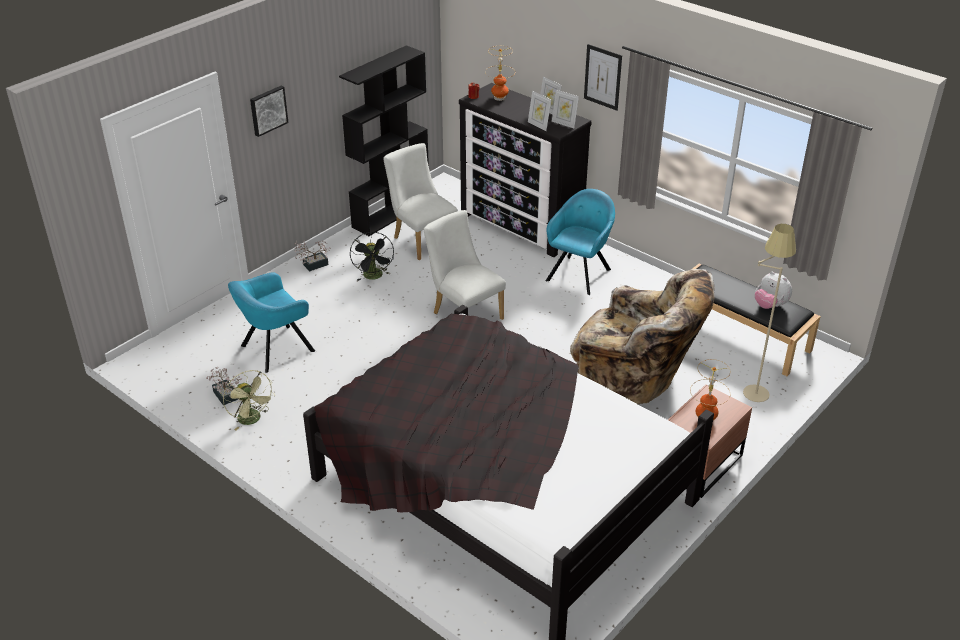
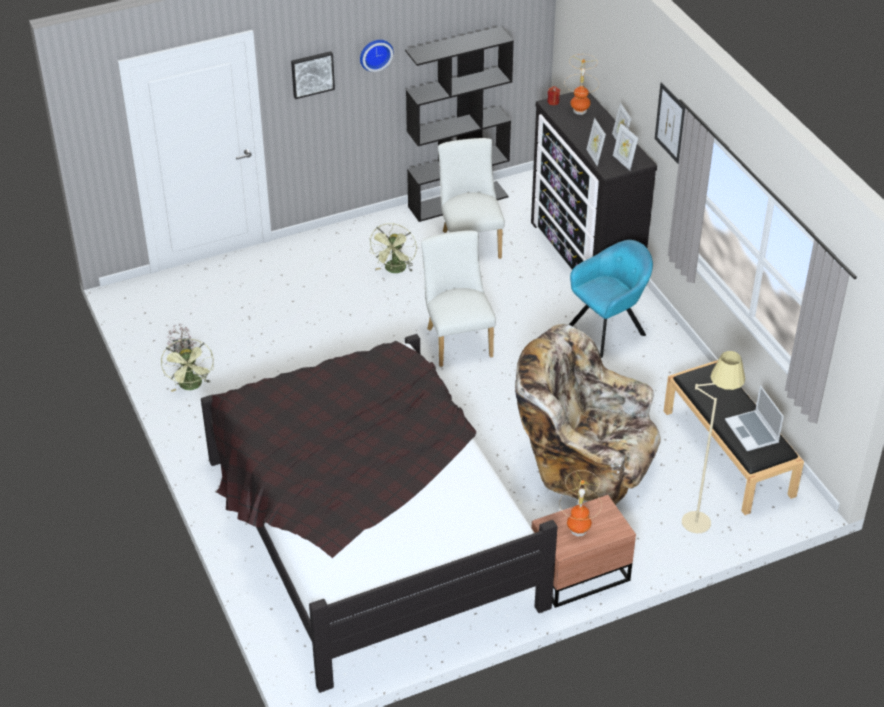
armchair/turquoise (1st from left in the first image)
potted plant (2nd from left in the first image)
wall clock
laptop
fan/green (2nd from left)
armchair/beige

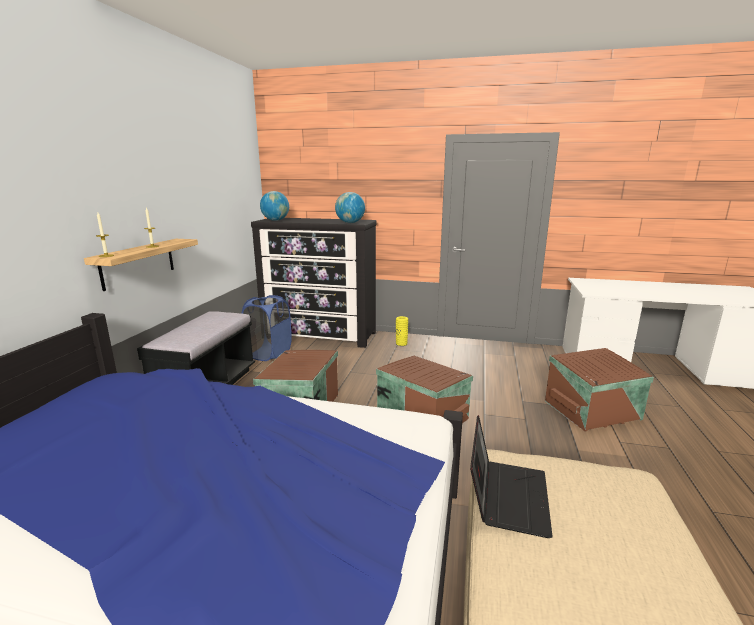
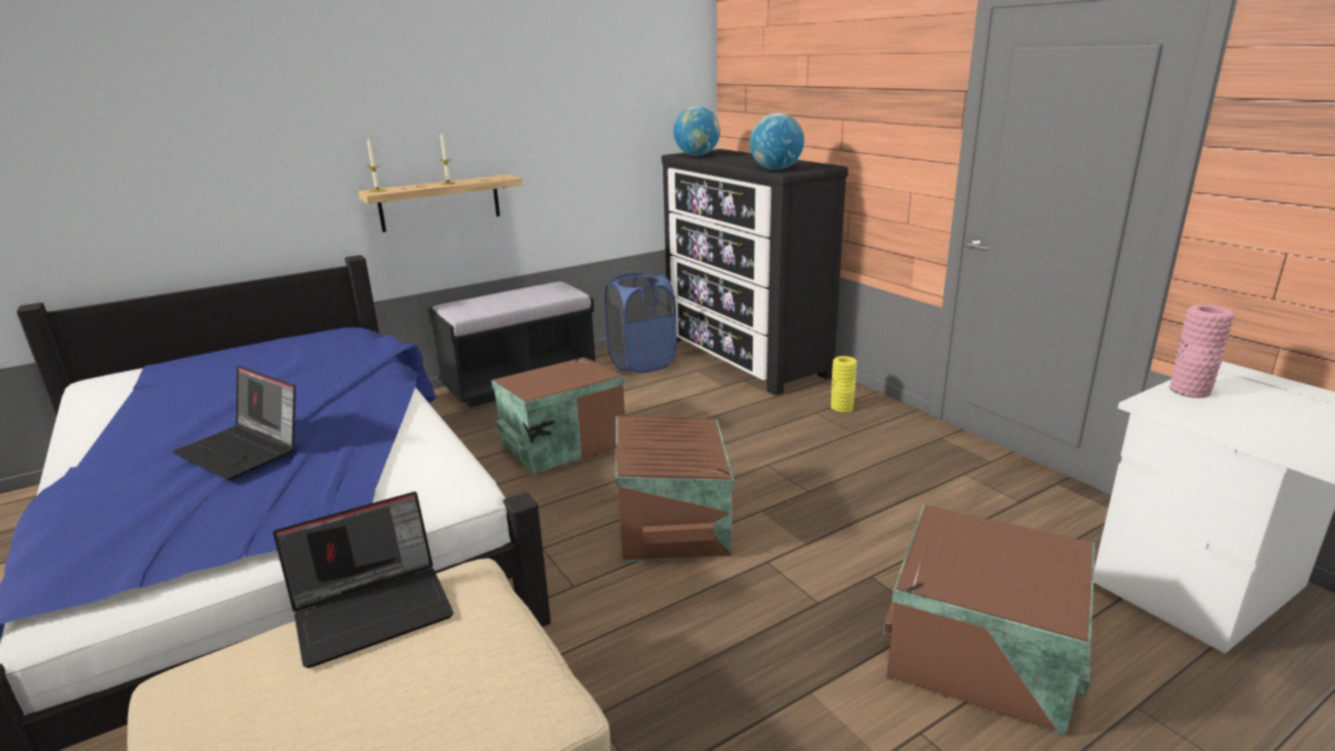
laptop (1st from left)
vase/pink

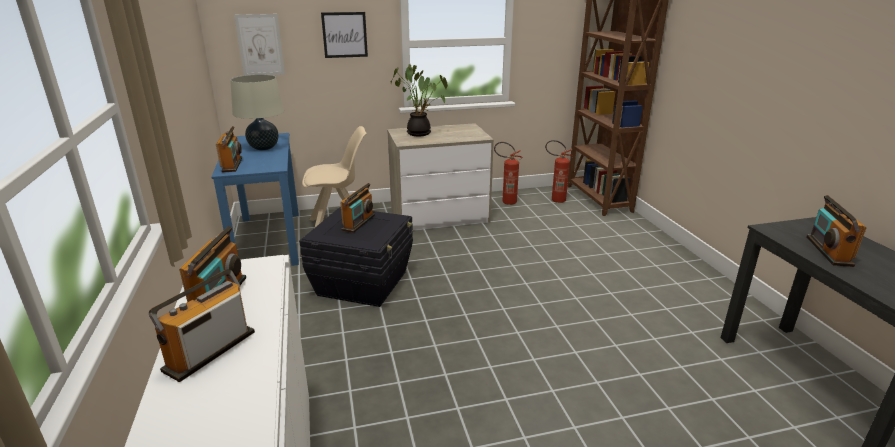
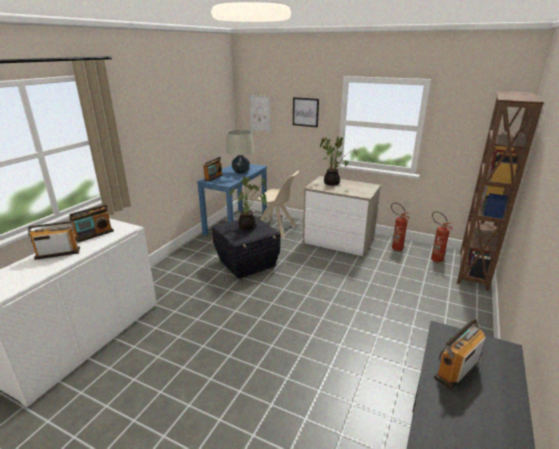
potted plant (1st from left)

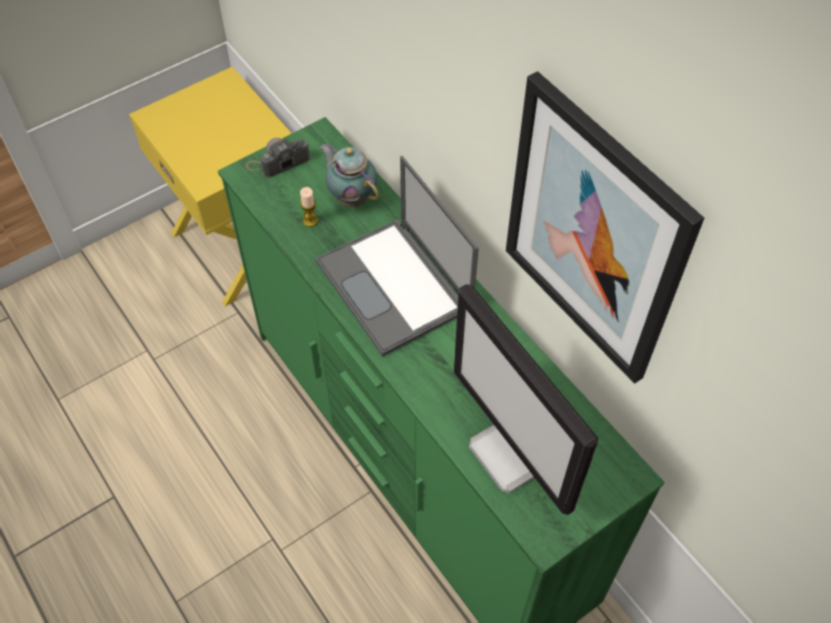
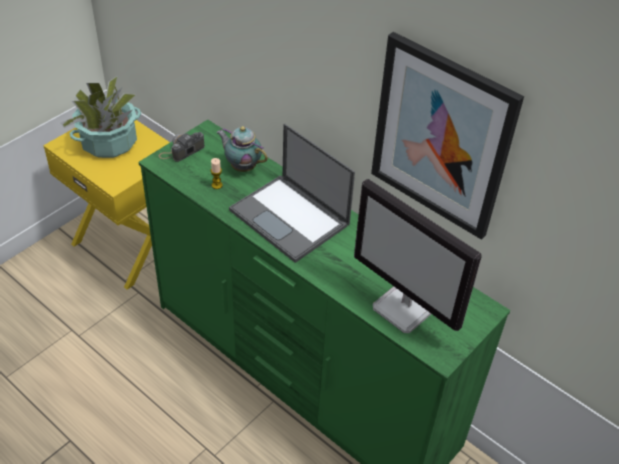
potted plant

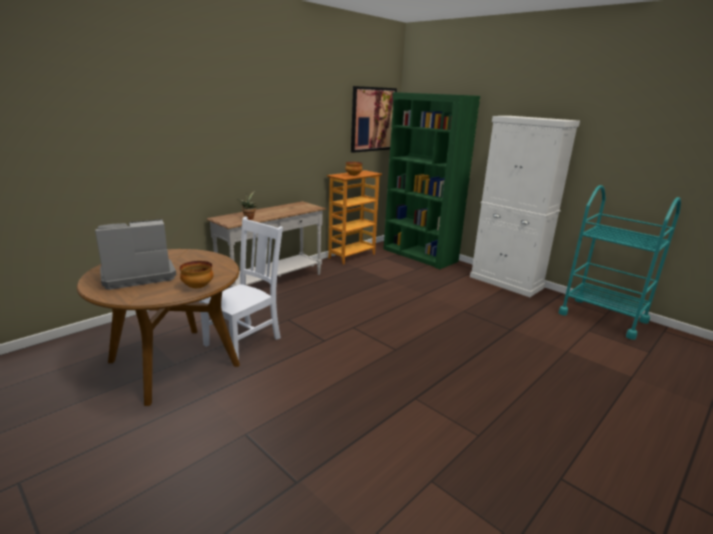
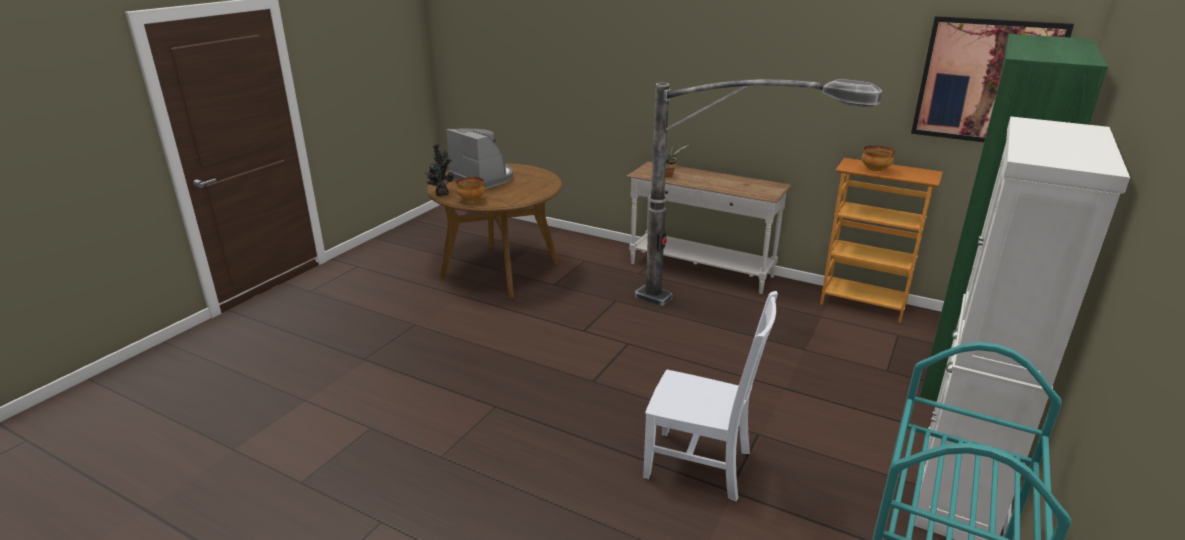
potted plant (1st from left)
floor lamp
chair/white

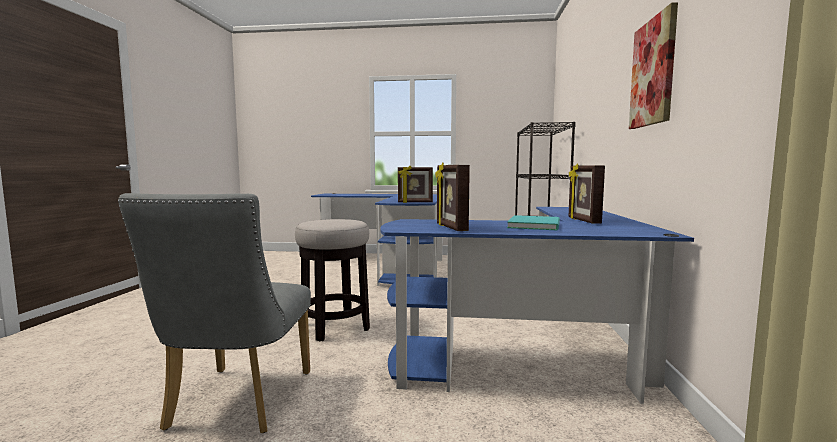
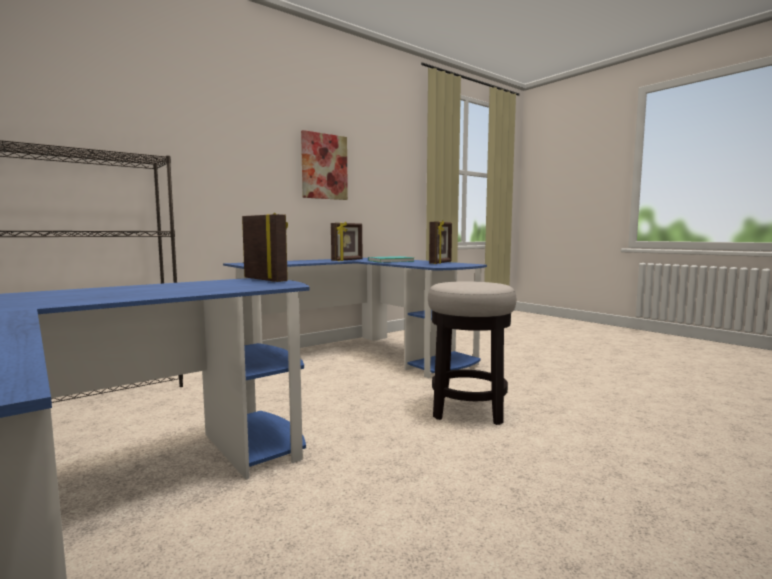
chair/grey

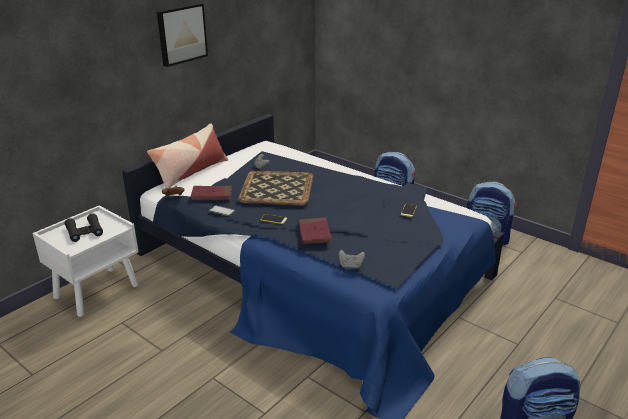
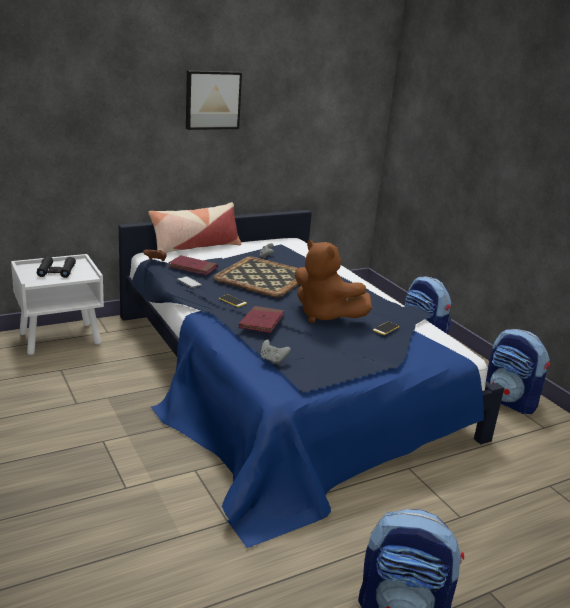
plush toy/brown

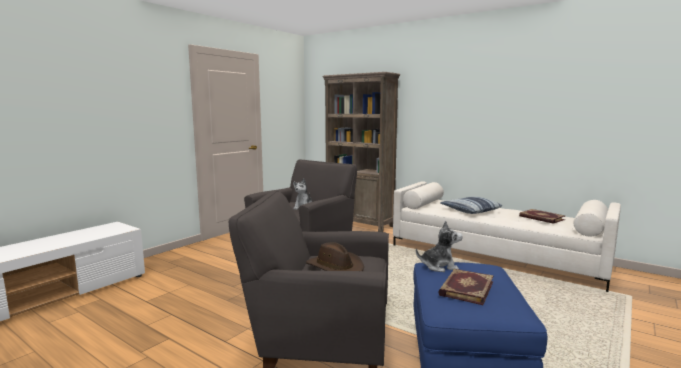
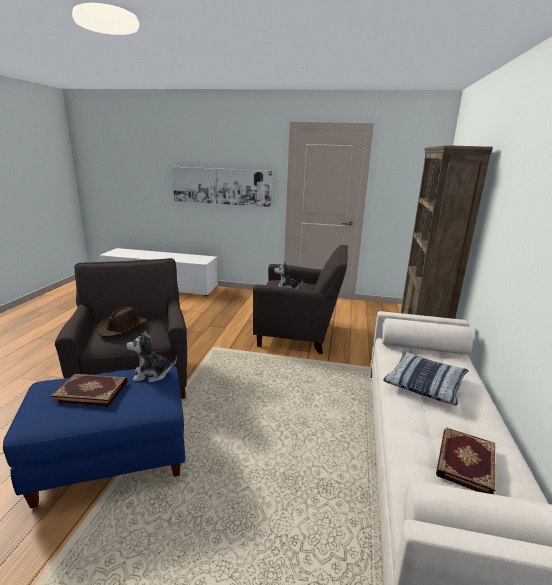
picture
plush toy (1st from left)

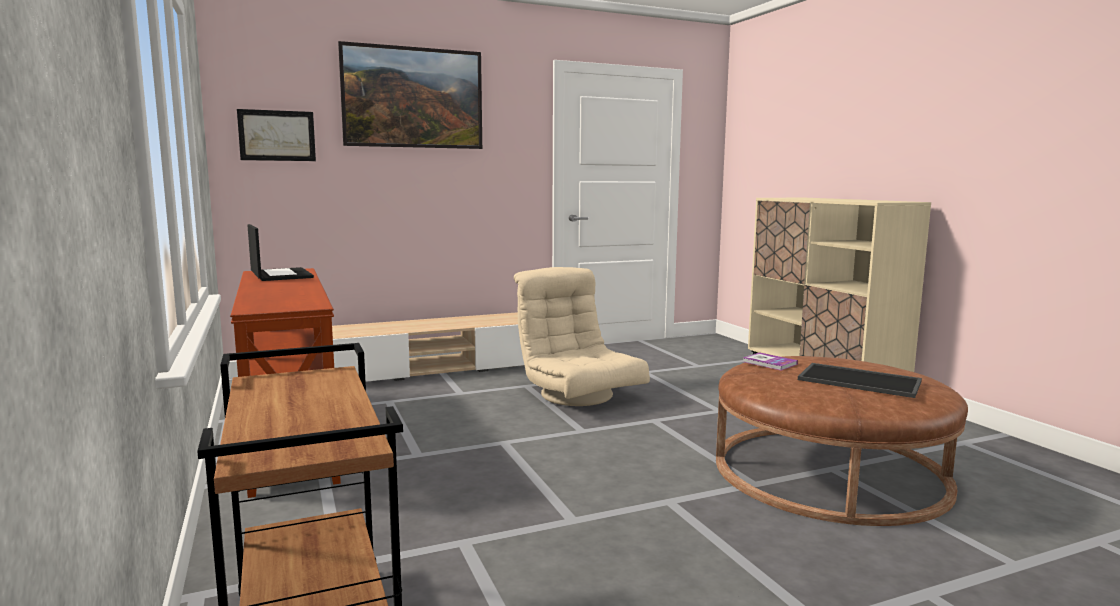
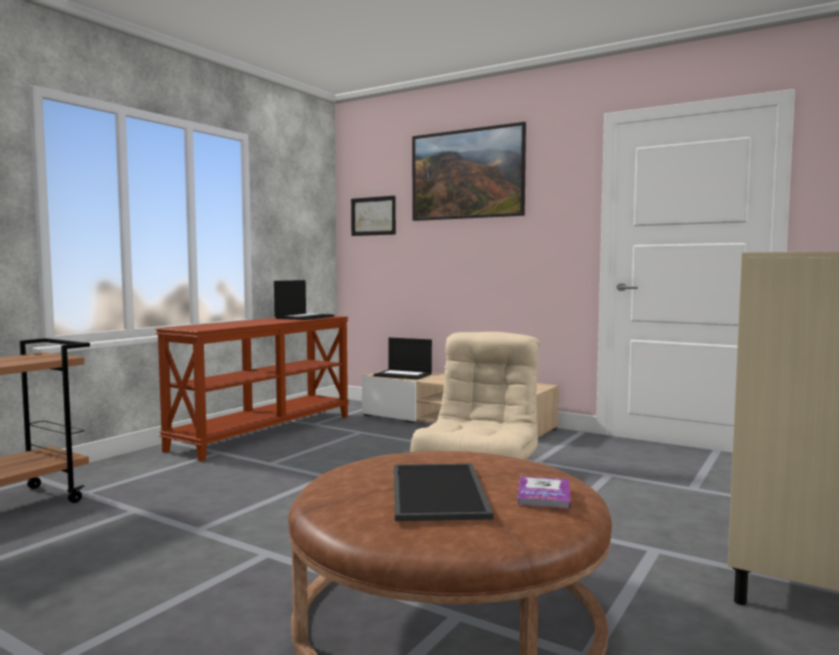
laptop (2nd from left)
book

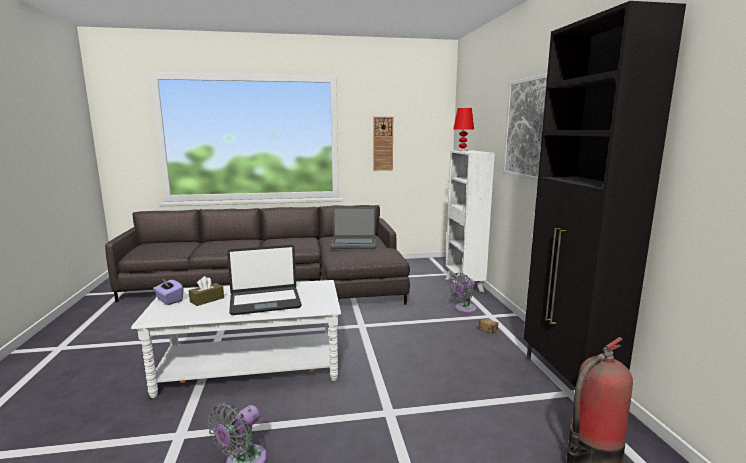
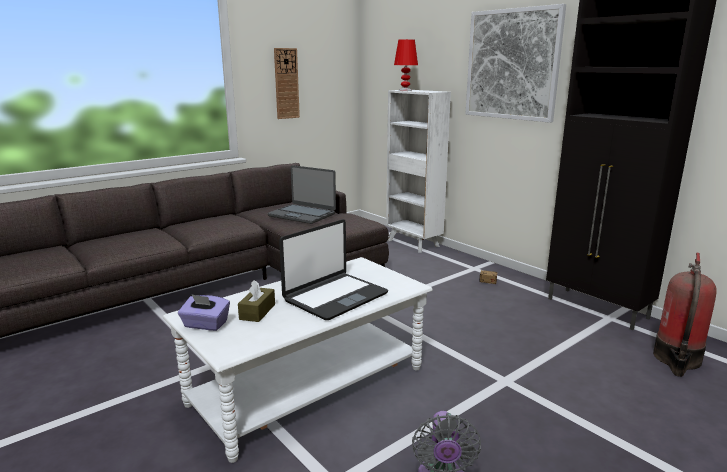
fan/grey (2nd from left in the first image)
laptop (1st from left)

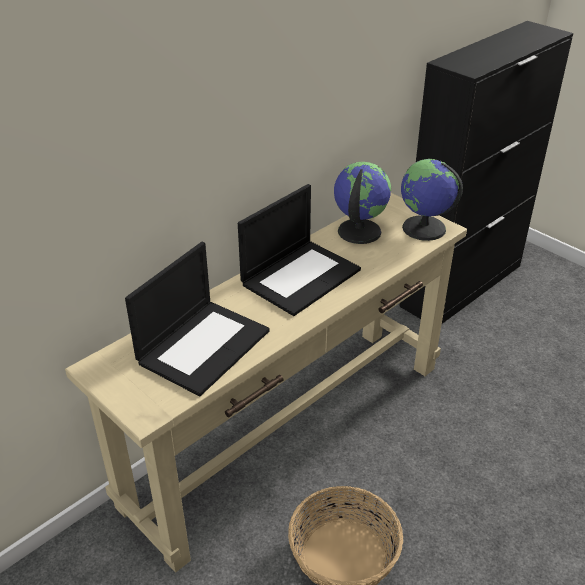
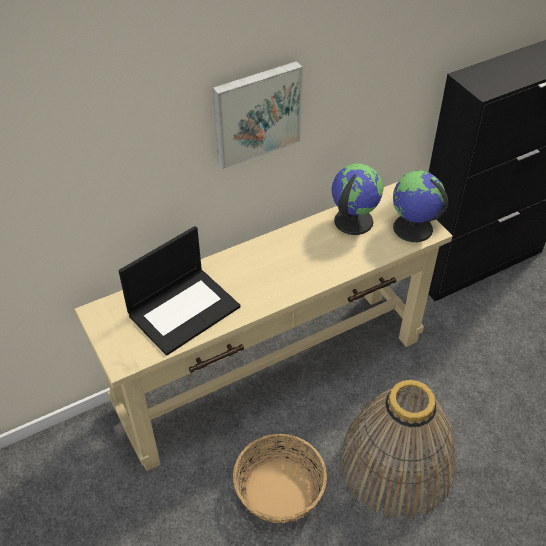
laptop (2nd from left in the first image)
picture
basket (2nd from left)

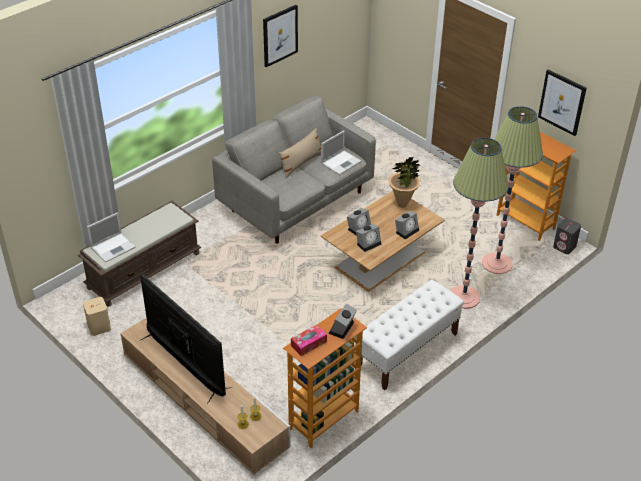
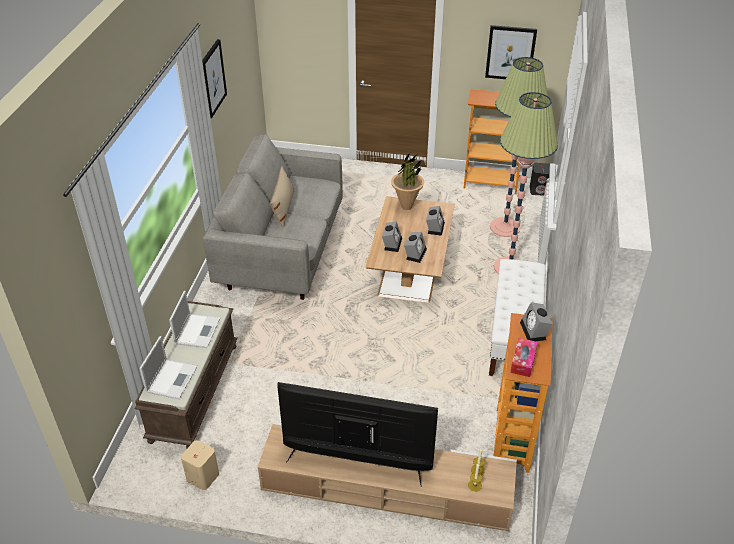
laptop (2nd from left)

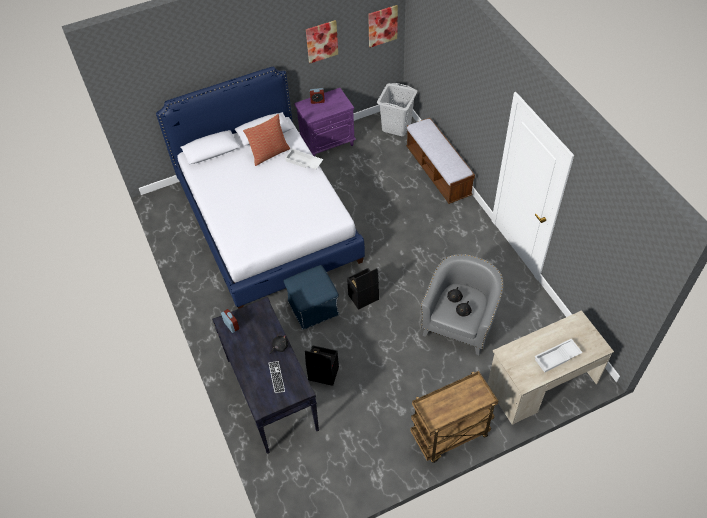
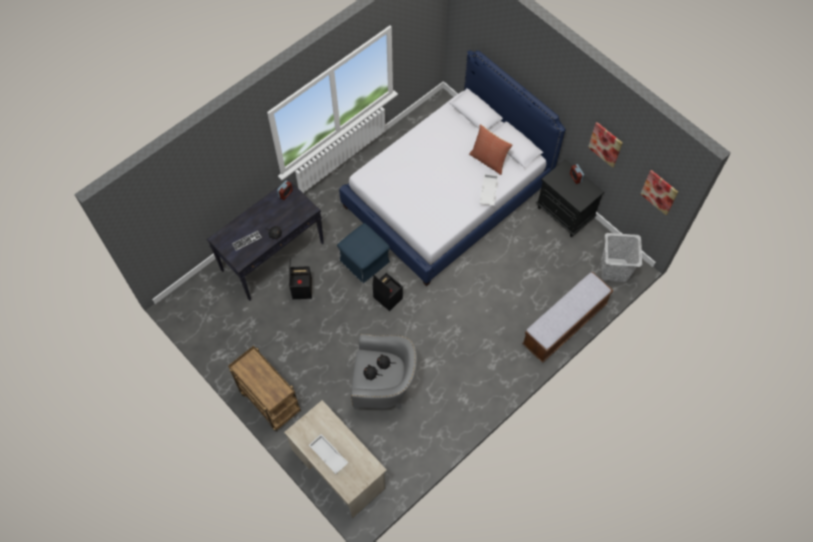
nightstand/black

